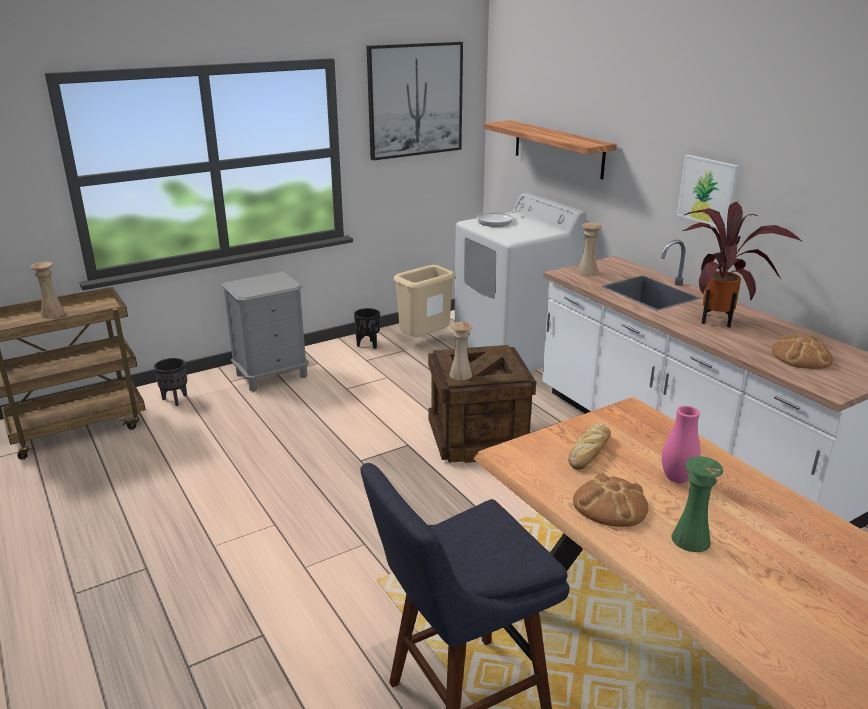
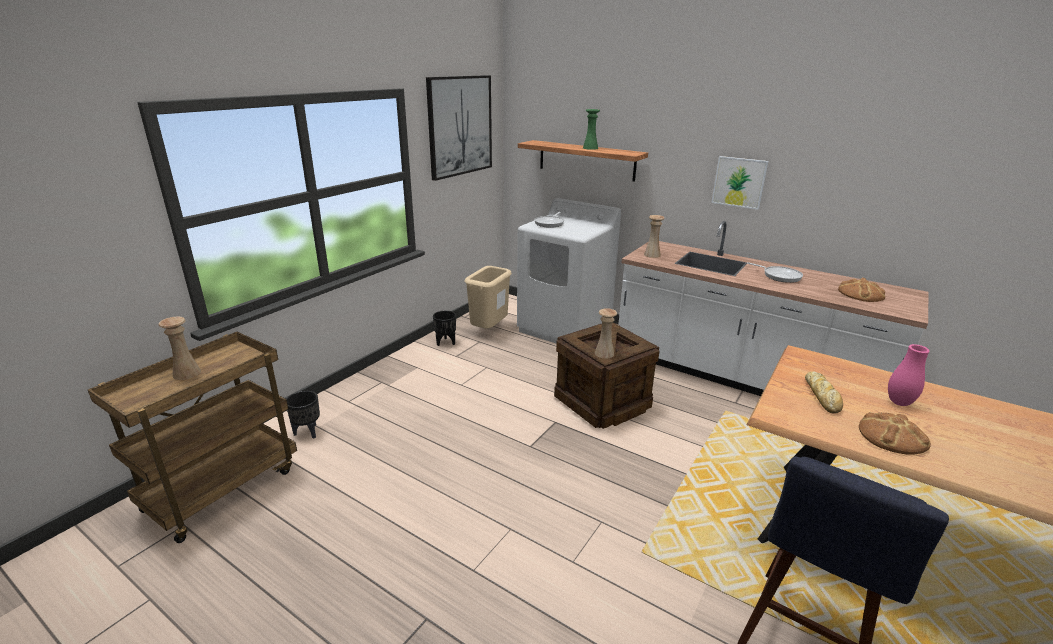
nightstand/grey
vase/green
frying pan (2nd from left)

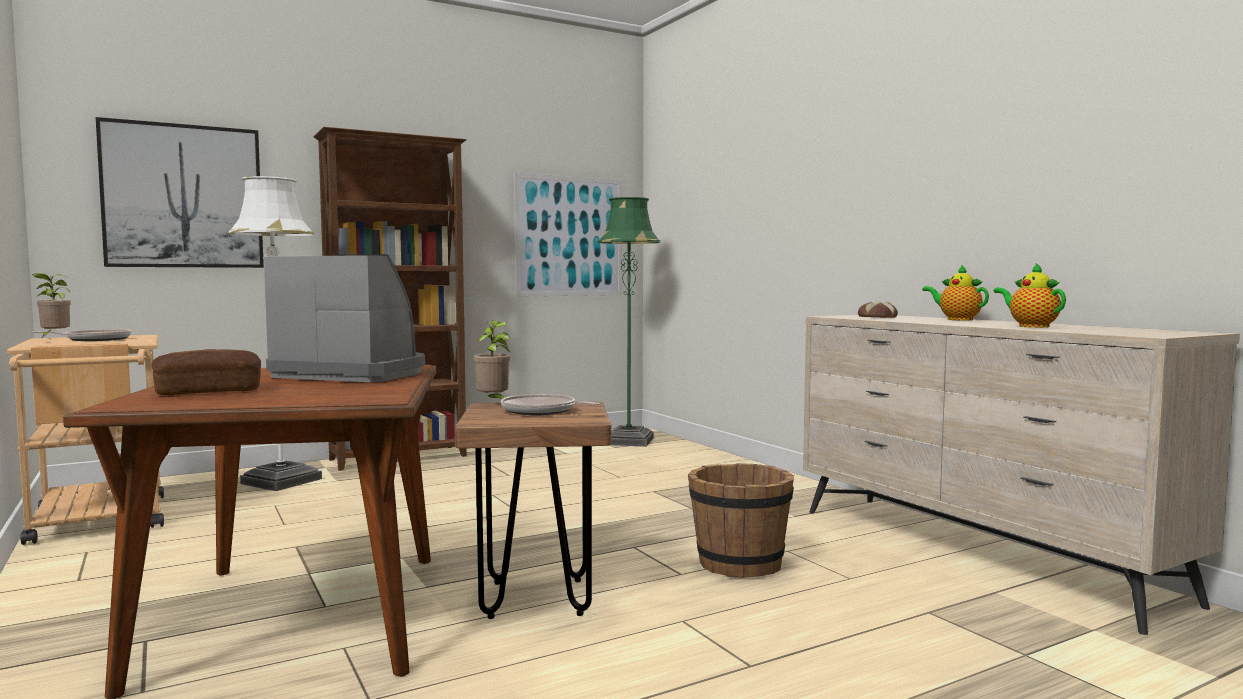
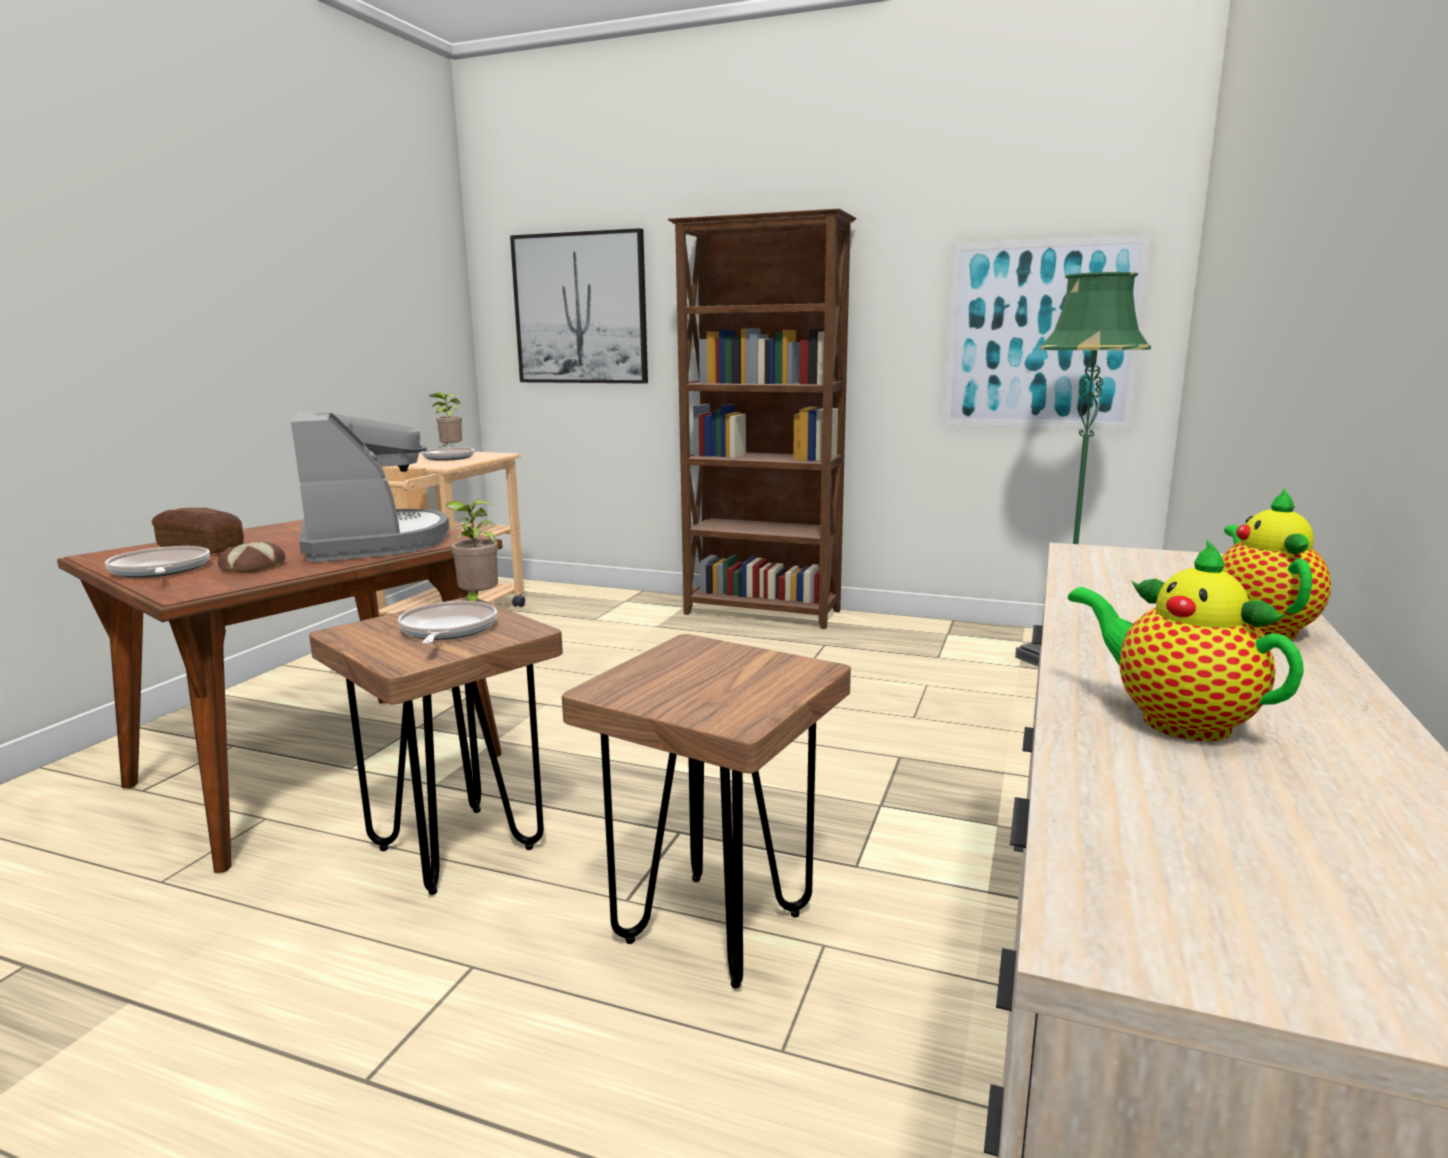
floor lamp/white
frying pan (1st from left)
bread (2nd from left)
stool/brown (2nd from left)
teapot (1st from left)

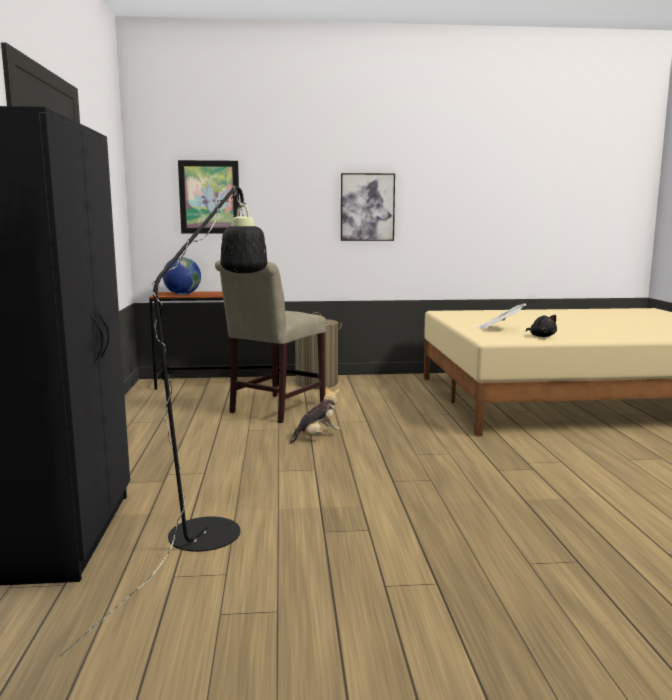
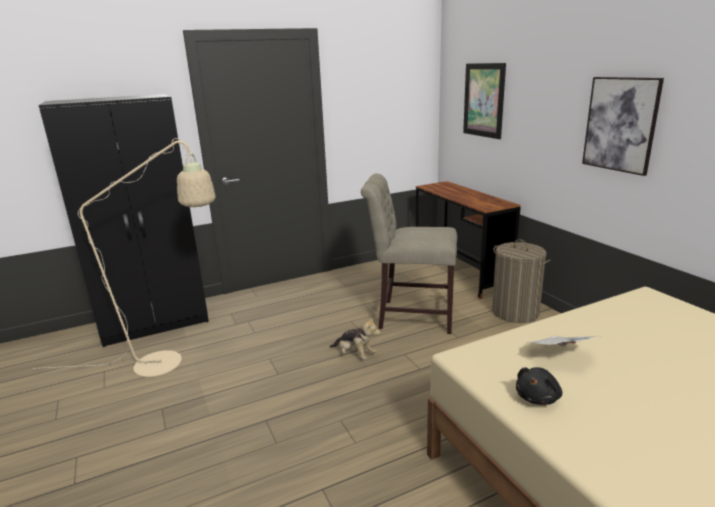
globe
floor lamp/beige

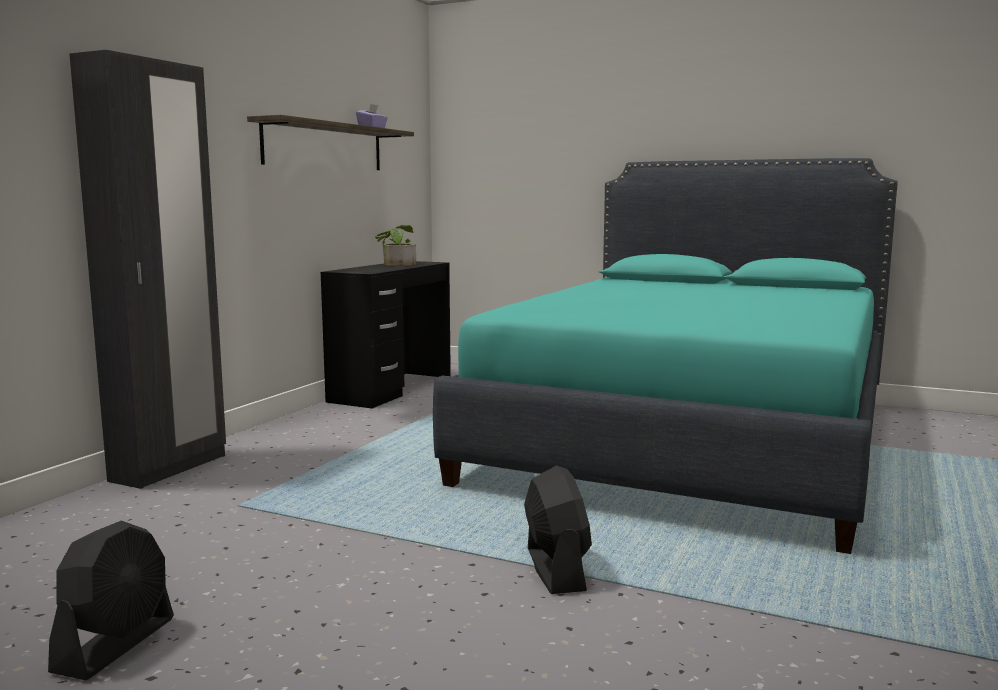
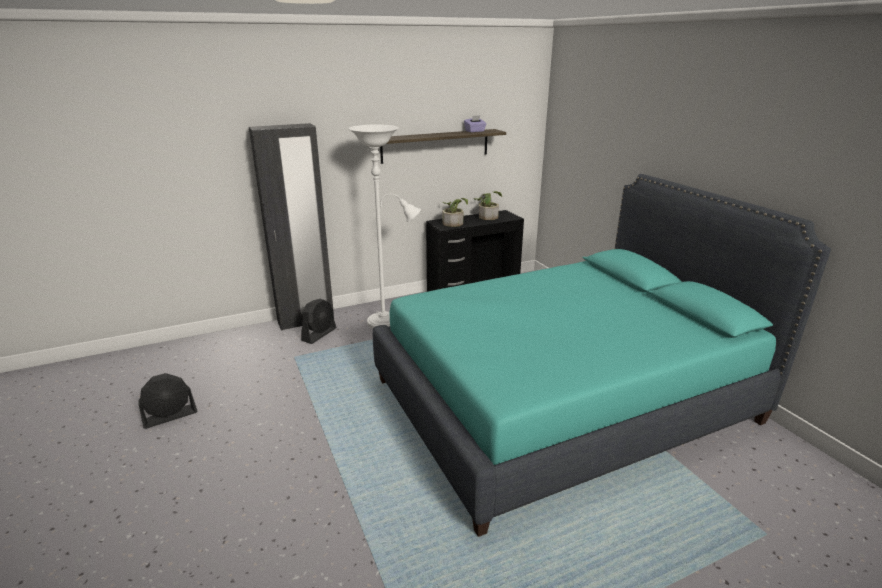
floor lamp/white
potted plant (1st from left)
fan/black (2nd from left)

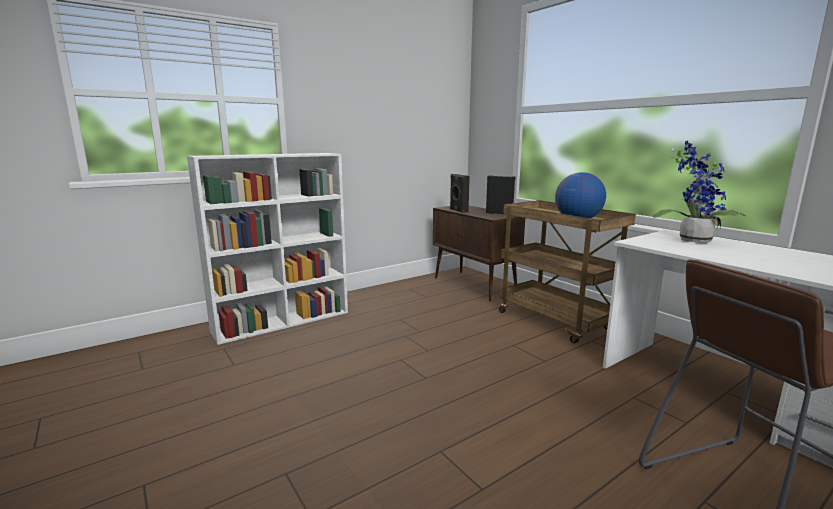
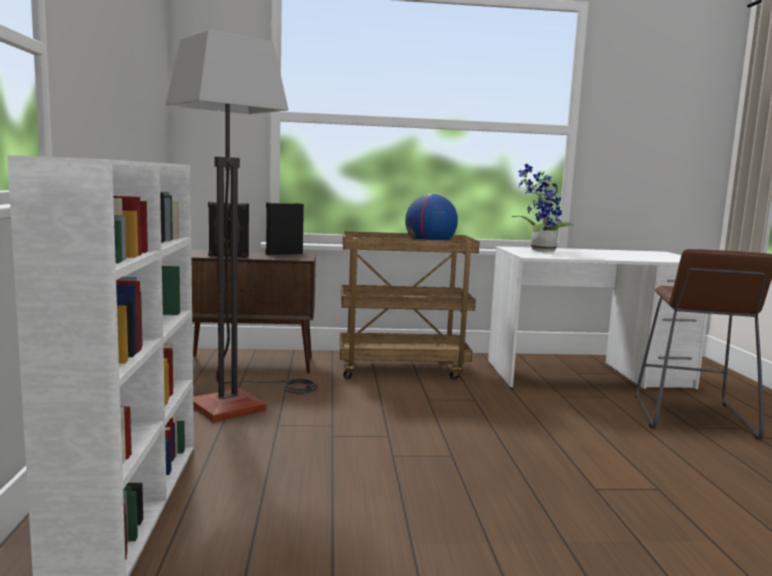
floor lamp

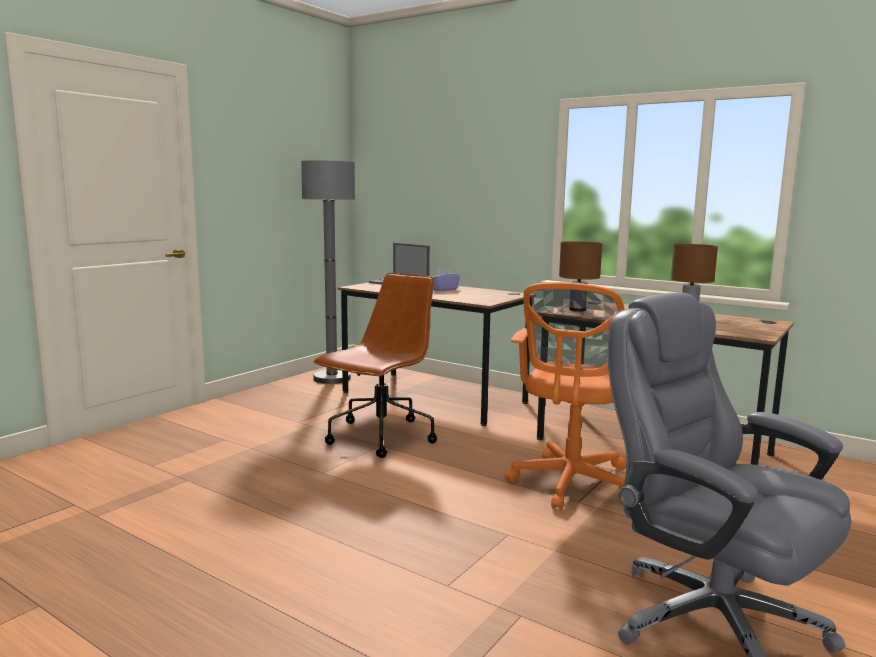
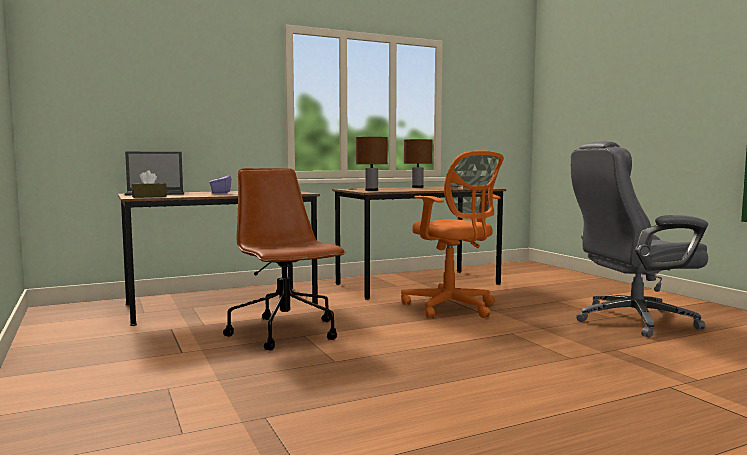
floor lamp/grey
tissue box/brown

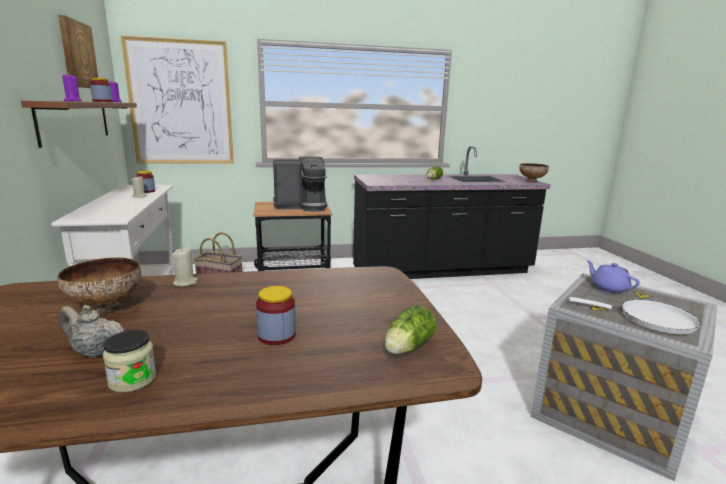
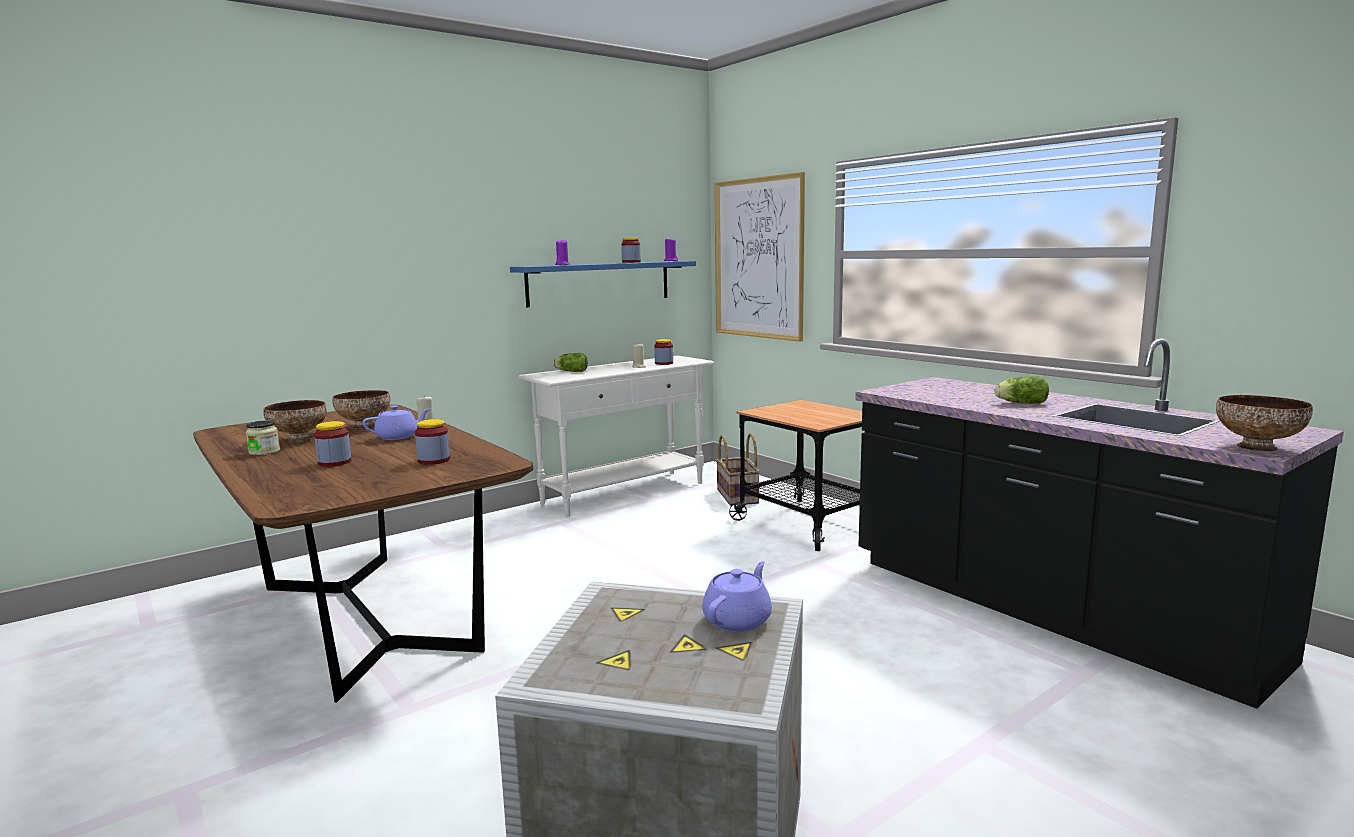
picture (1st from left in the first image)
coffee machine
frying pan/white
teapot/purple (1st from left)
jar (3rd from left)
lettuce (1st from left)
bowl (1st from left)
shelf/blue

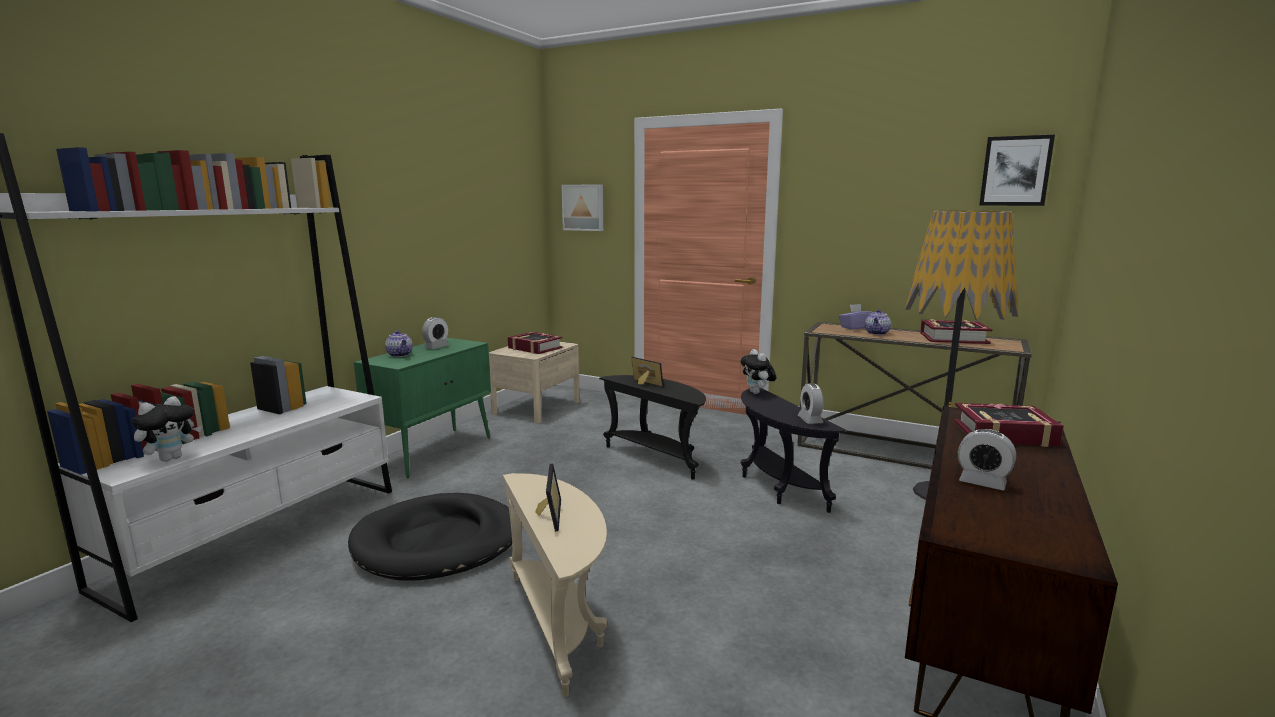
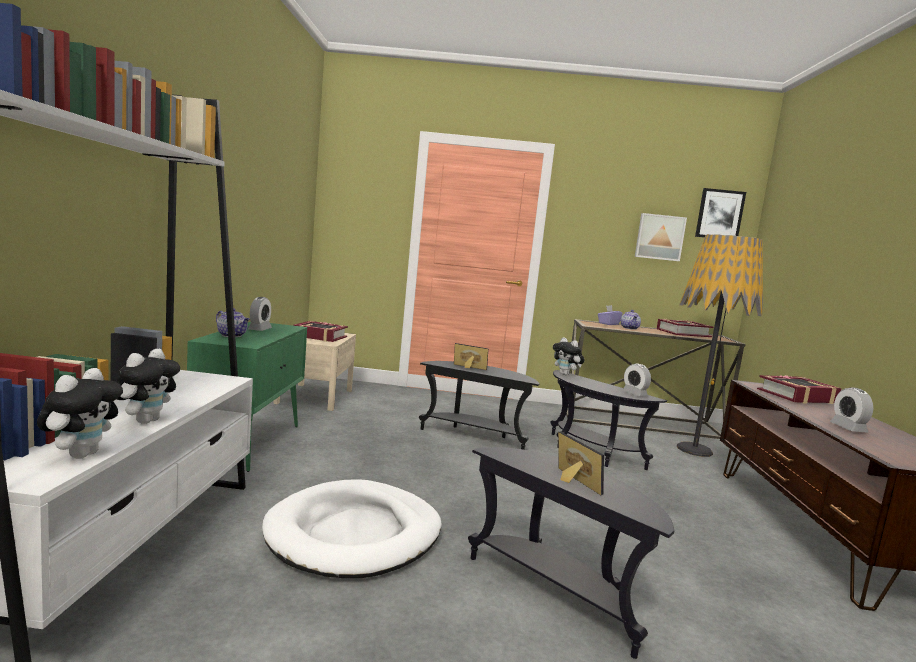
plush toy (2nd from left)
picture (1st from left)
dog bed/white
side table/black (2nd from left)
alarm clock (3rd from left)

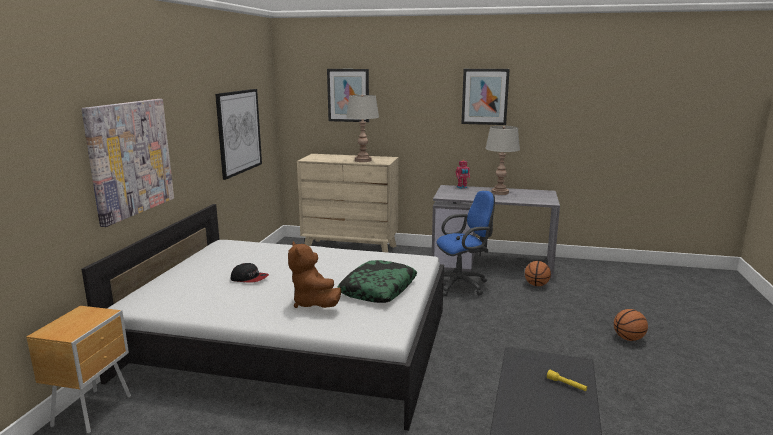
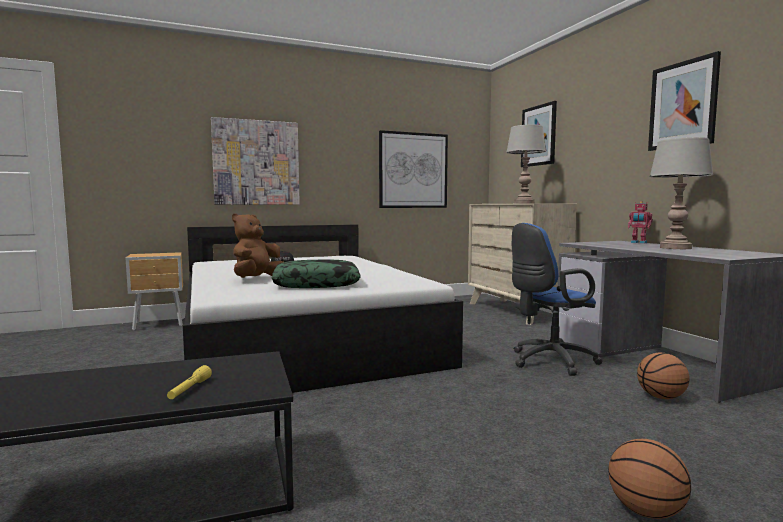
office chair/blue

